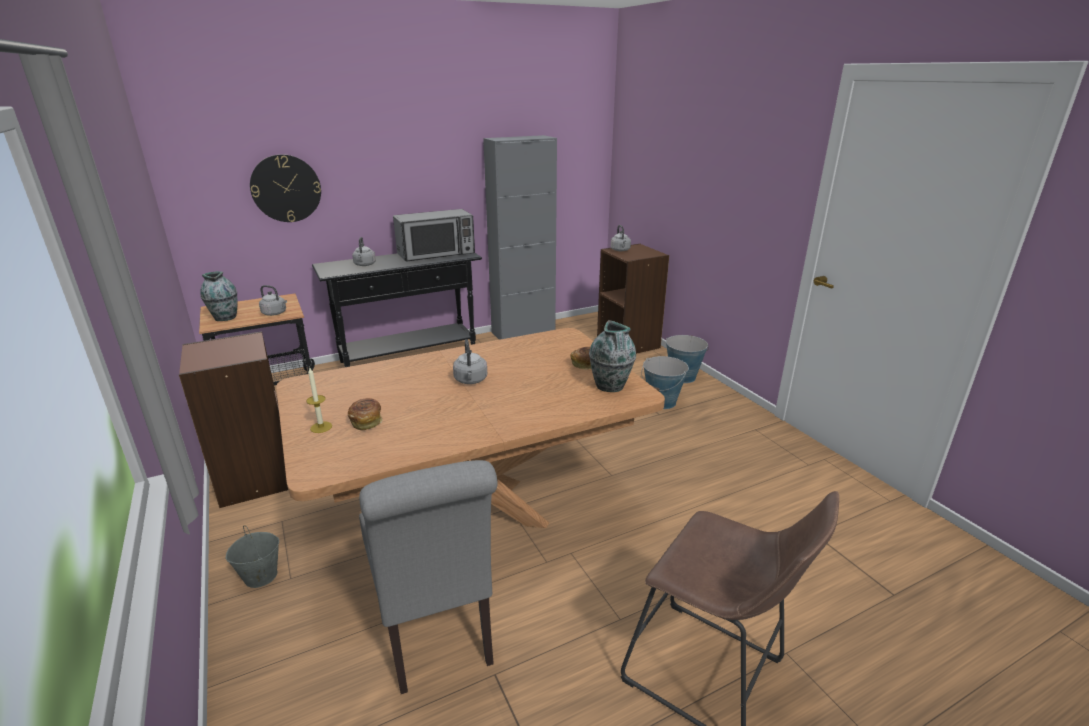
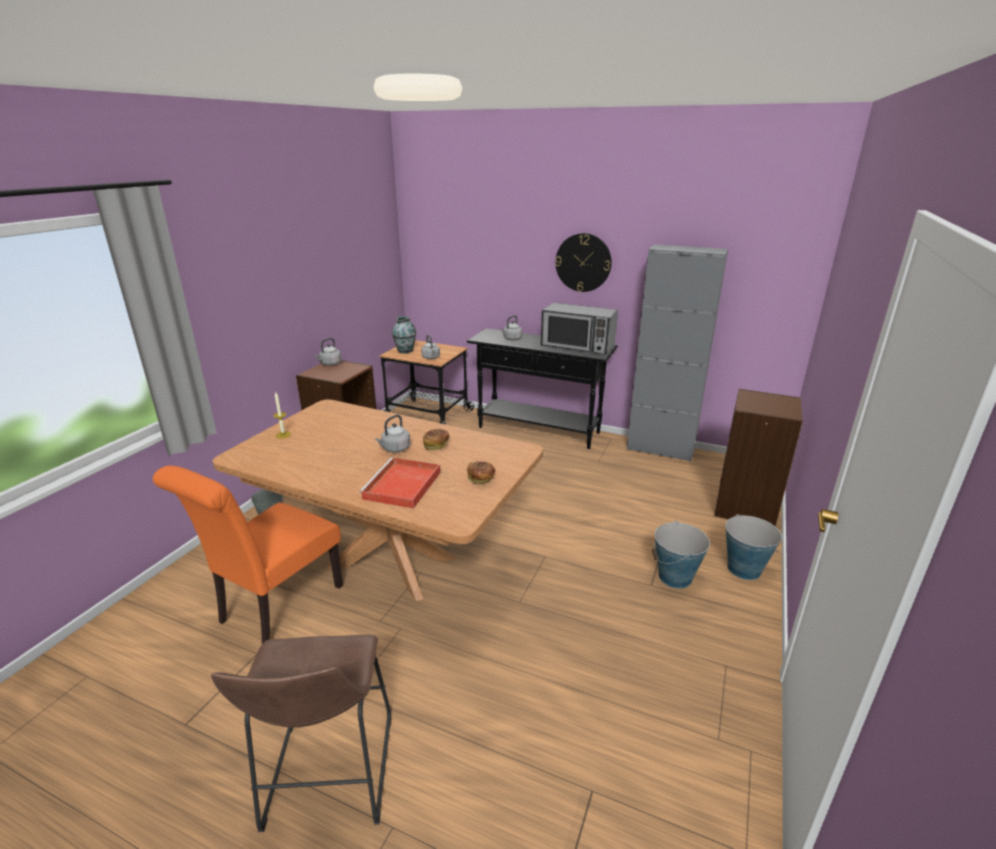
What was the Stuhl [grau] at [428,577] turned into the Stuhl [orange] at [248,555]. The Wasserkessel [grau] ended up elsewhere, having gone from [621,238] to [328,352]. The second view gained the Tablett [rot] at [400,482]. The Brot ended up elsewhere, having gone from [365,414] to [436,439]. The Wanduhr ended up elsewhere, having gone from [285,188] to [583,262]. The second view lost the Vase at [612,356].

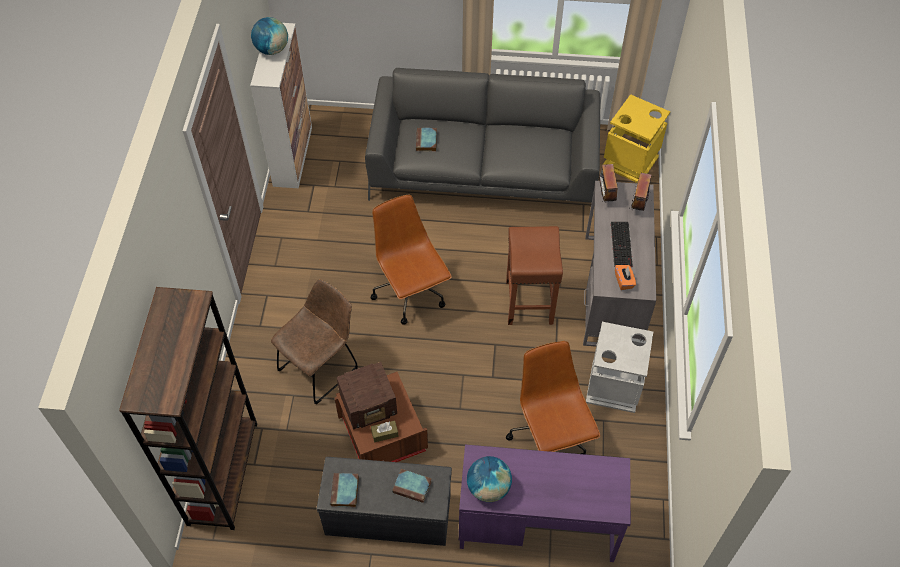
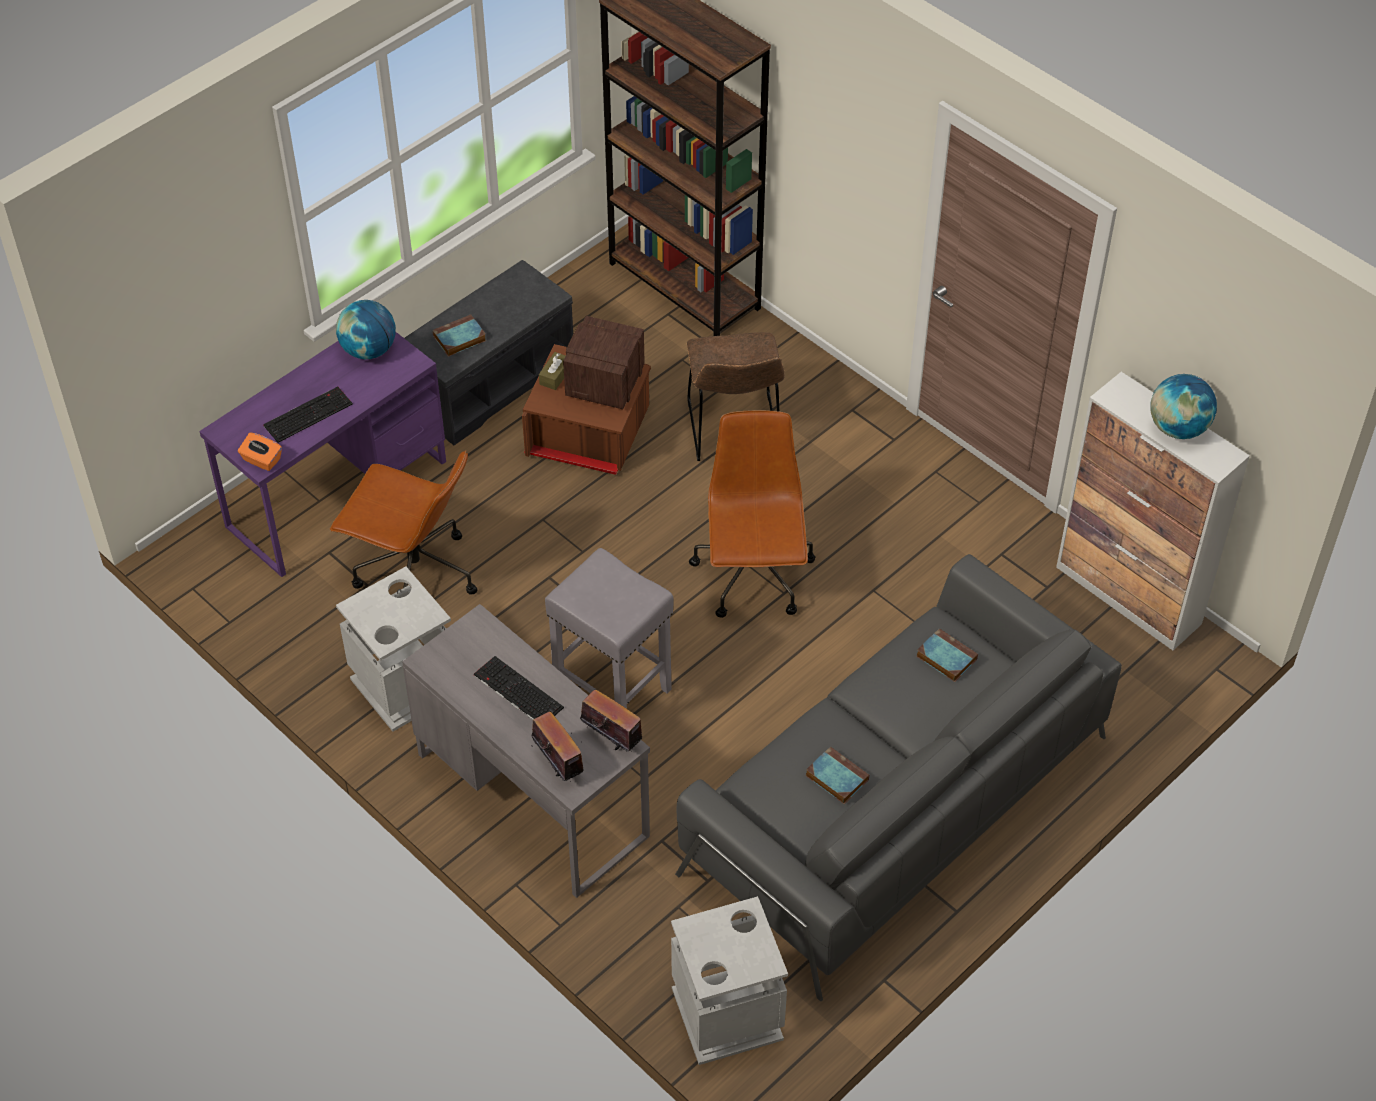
The Taschentuchbox [orange] ended up elsewhere, having gone from [625,277] to [260,451]. The second view gained the Tastatur at [308,415]. What was the Hocker [braun] at [534,275] turned into the Hocker [grau] at [609,628]. What was the Mülleimer [gelb] at [636,138] turned into the Mülleimer [grau] at [729,980]. The Bürostuhl [braun] at [411,260] ended up facing another way, 105 degrees counterclockwise from before. The Buch ended up elsewhere, having gone from [344,490] to [837,775].

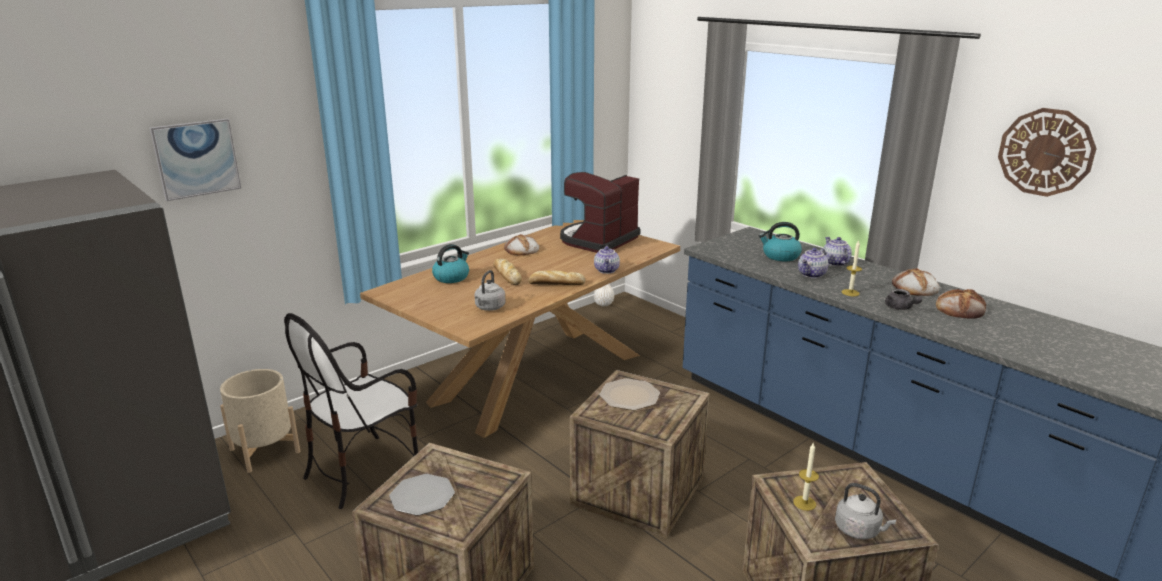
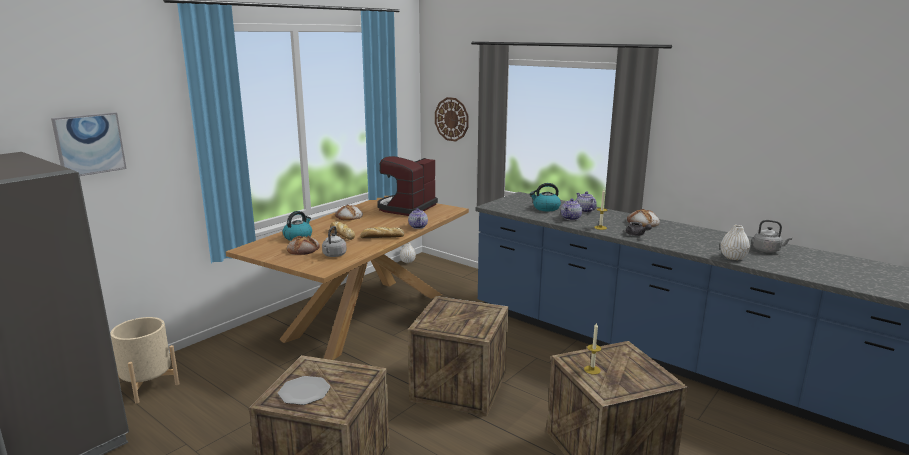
The Brot ended up elsewhere, having gone from [961,304] to [303,245]. The Wanduhr ended up elsewhere, having gone from [1047,152] to [452,119]. The second view gained the Vase [weiß] at [735,242]. The Wasserkessel [grau] ended up elsewhere, having gone from [865,511] to [772,236]. The second view lost the Stuhl at [351,411]. The second view lost the Teller at [629,394].

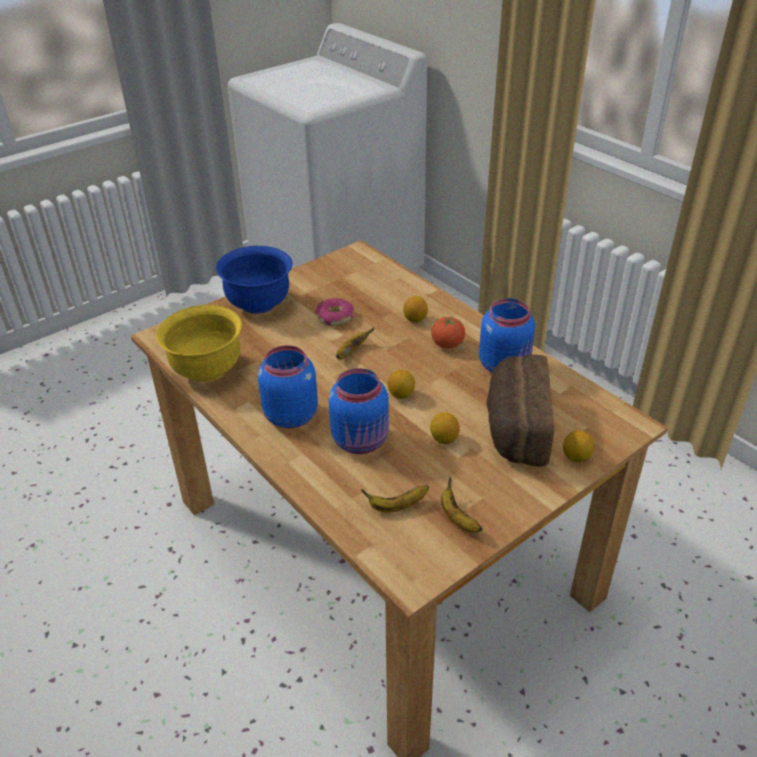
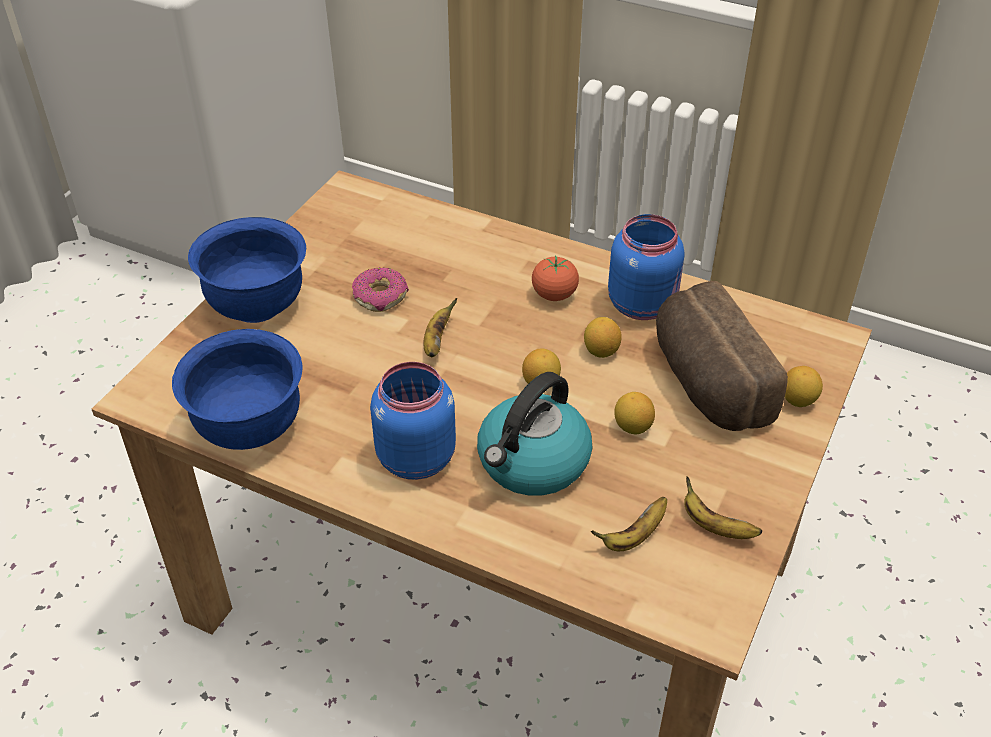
What was the Schüssel [gelb] at [199,343] turned into the Schüssel [blau] at [237,389]. Where the Vorratsglas [blau] stood at [359,411], the Wasserkessel came to stand at [534,434]. The Zitrone ended up elsewhere, having gone from [415,309] to [603,337].

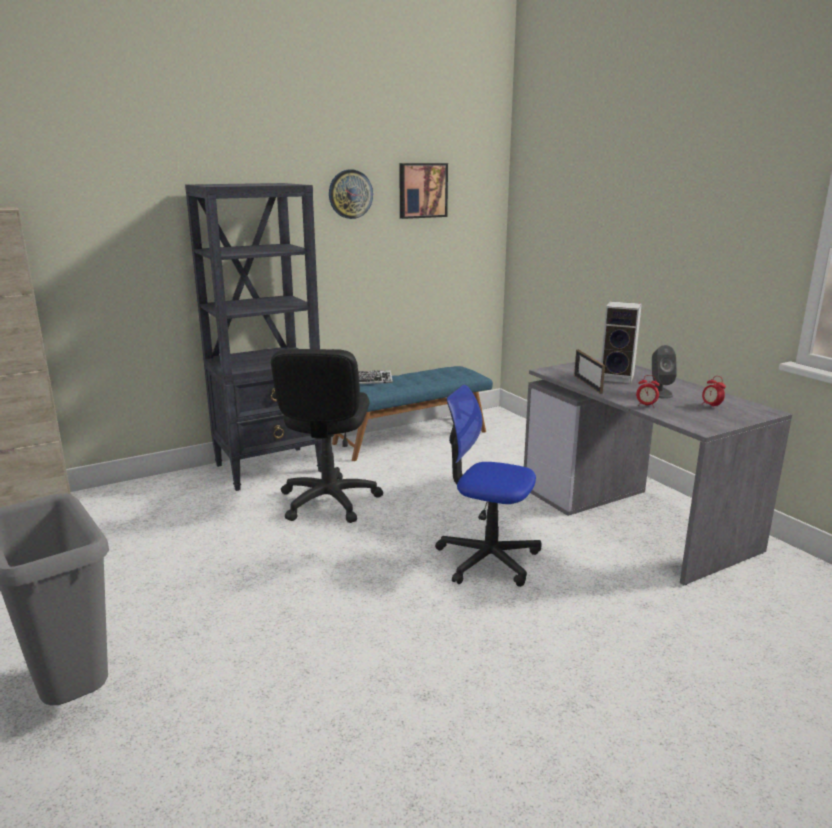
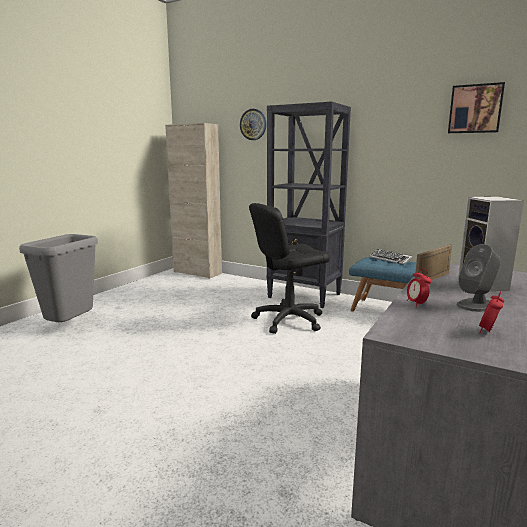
The Wanduhr ended up elsewhere, having gone from [351,194] to [253,124]. The second view lost the Bürostuhl at [488,486].

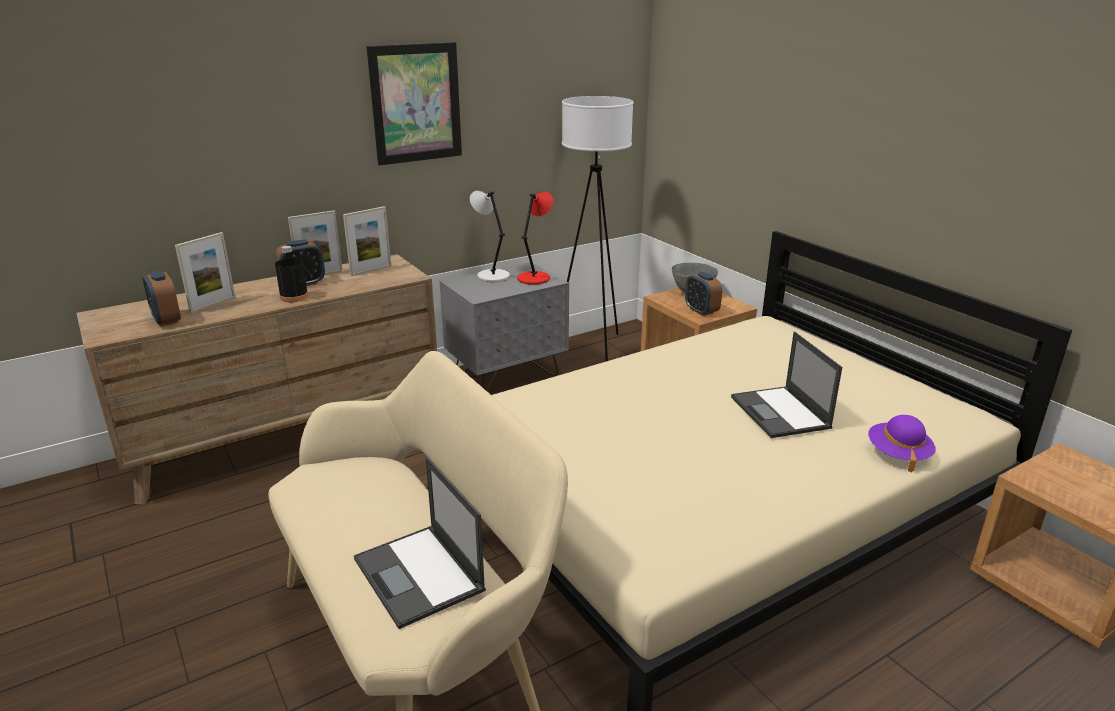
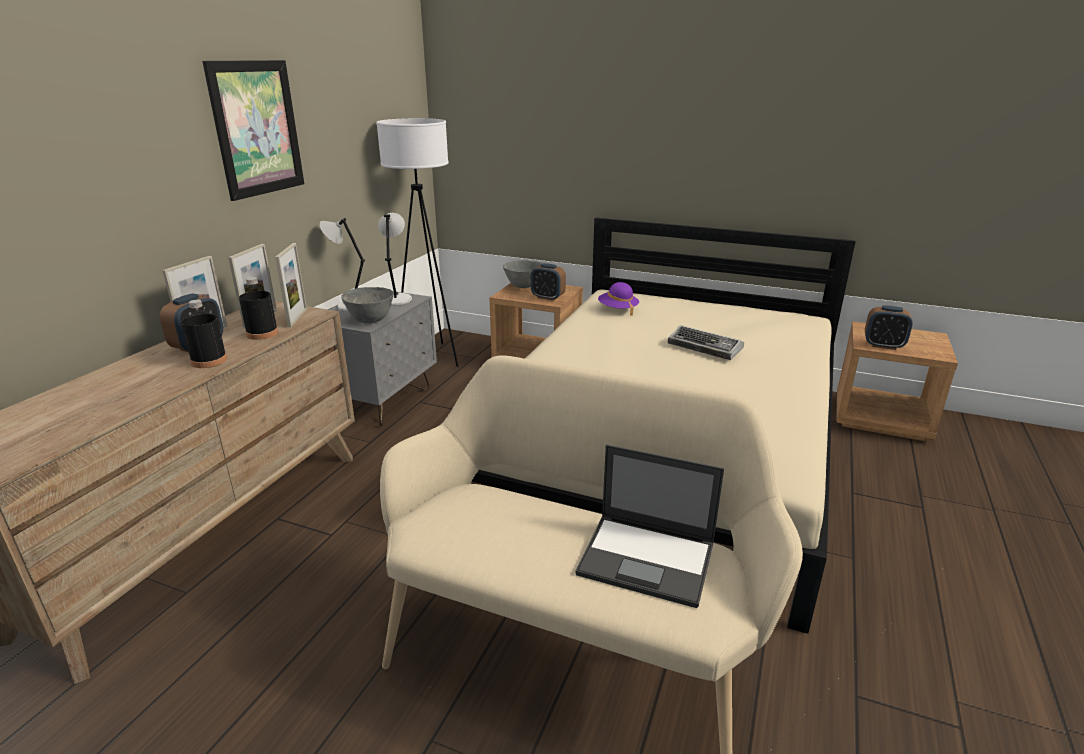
The second view gained the Flasche [schwarz] at [258,308]. The Bilderrahmen ended up elsewhere, having gone from [205,272] to [291,285]. The second view gained the Schüssel [grau] at [367,305]. What was the Tischlampe [rot] at [535,238] turned into the Tischlampe [grau] at [395,259]. The Hut [lila] ended up elsewhere, having gone from [902,443] to [618,299]. Where the Laptop stood at [786,384], the Tastatur came to stand at [706,342]. The Wecker ended up elsewhere, having gone from [161,298] to [889,327].

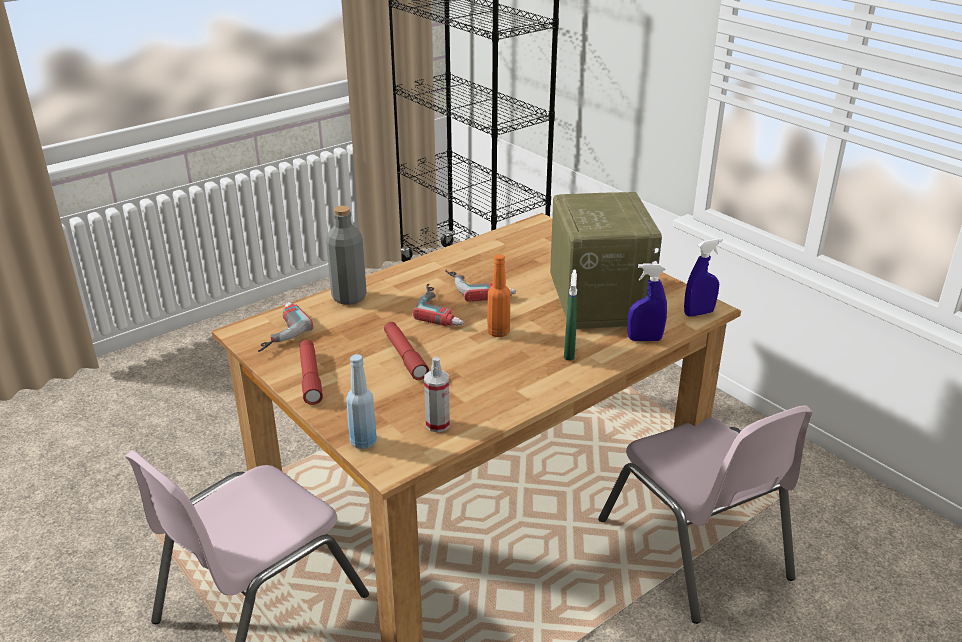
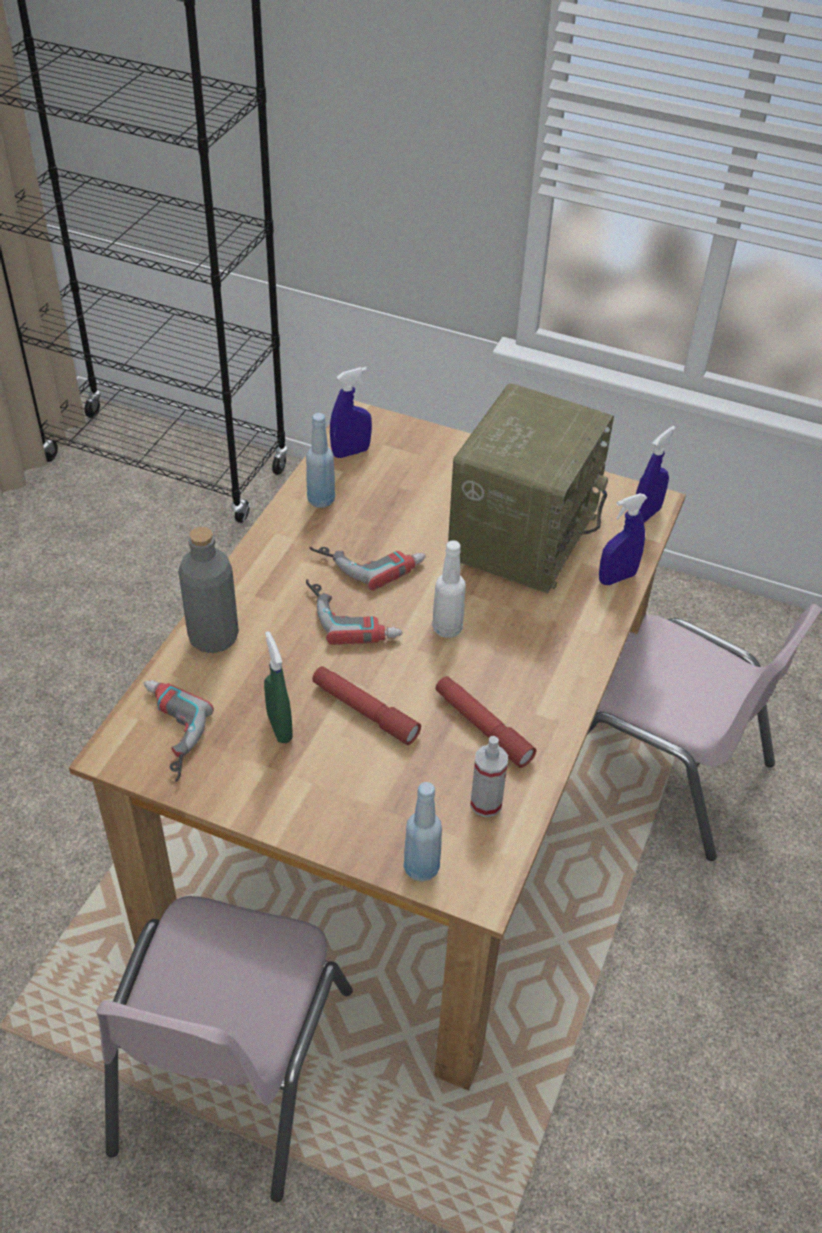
The Sprühflasche [grün] ended up elsewhere, having gone from [570,314] to [278,687]. The second view gained the Flasche [blau] at [320,460]. The second view gained the Sprühflasche [blau] at [351,412]. What was the Flasche [orange] at [498,295] turned into the Flasche [weiß] at [449,589]. The Taschenlampe [rot] ended up elsewhere, having gone from [311,372] to [486,722]. The Radio at [606,260] ended up facing another way, 60 degrees clockwise from before.

